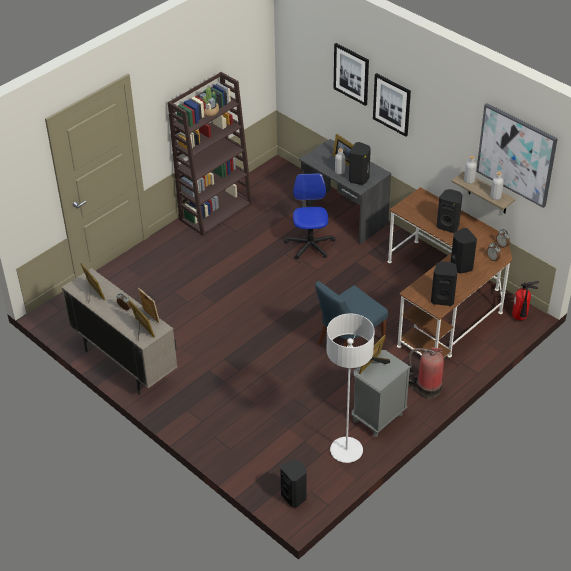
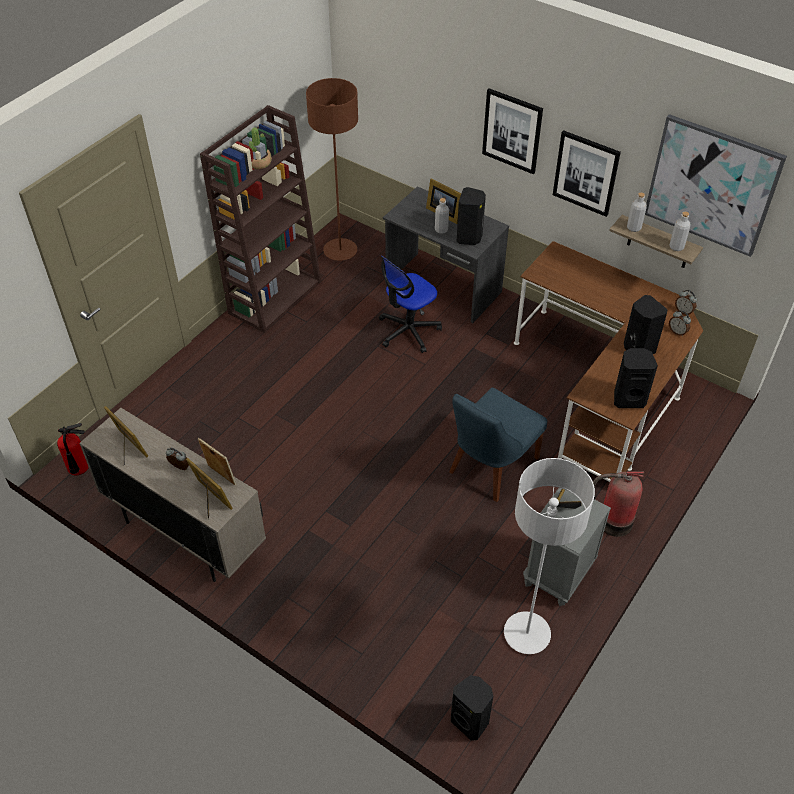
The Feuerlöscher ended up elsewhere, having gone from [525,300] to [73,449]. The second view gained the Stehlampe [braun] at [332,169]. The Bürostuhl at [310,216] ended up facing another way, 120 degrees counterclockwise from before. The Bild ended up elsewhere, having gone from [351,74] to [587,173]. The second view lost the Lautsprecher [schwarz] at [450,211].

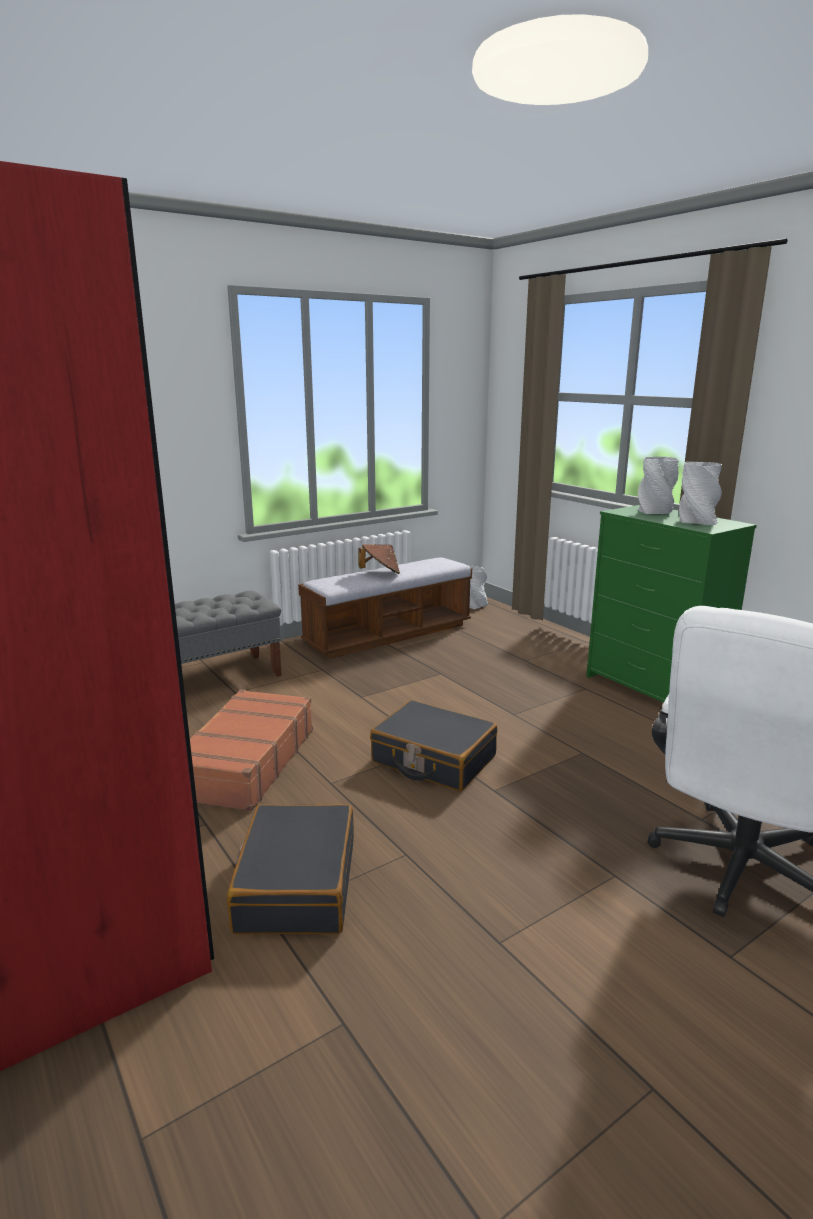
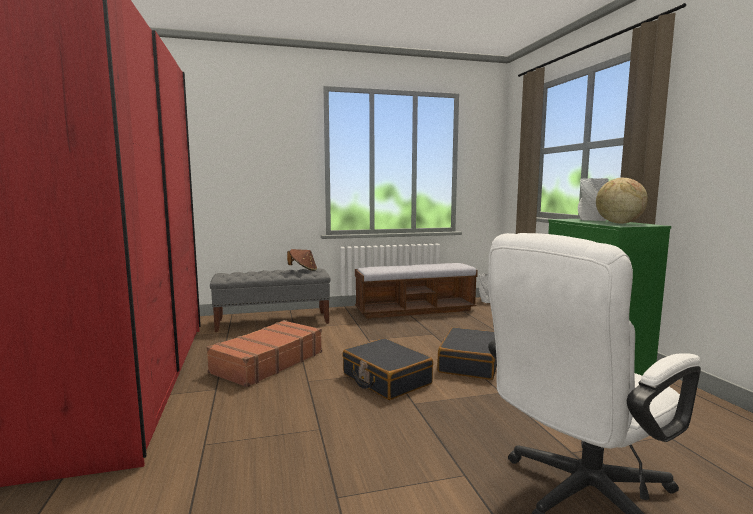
The Hut [braun] ended up elsewhere, having gone from [379,559] to [302,260]. The Koffer [schwarz] ended up elsewhere, having gone from [290,869] to [467,353]. Where the Vase [grau] stood at [700,493], the Globus came to stand at [622,201].

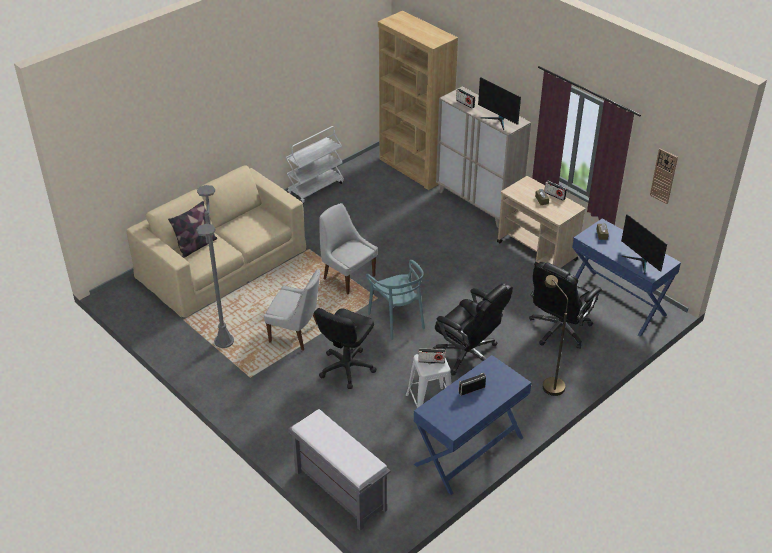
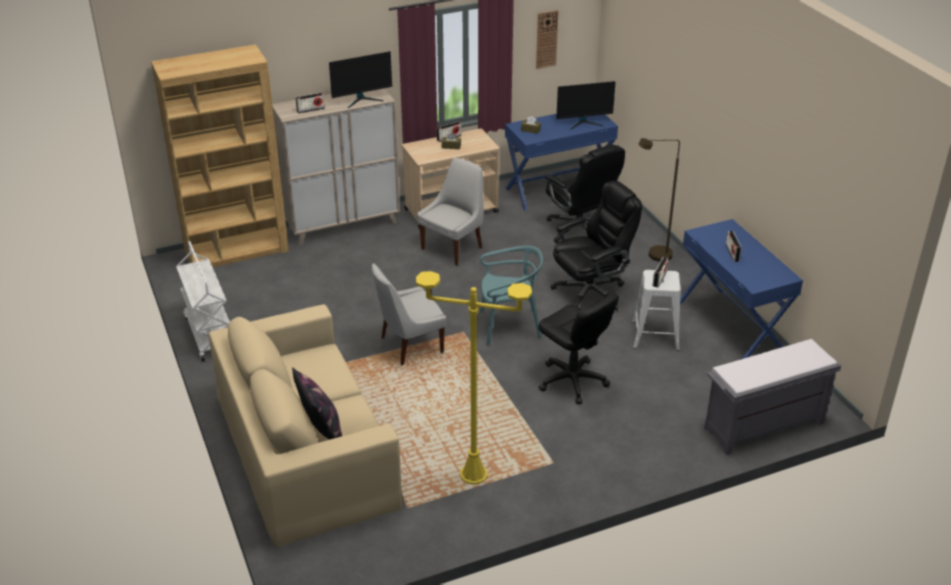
What was the Stehlampe [grau] at [215,266] turned into the Stehlampe [gelb] at [474,378]. The Stuhl [weiß] ended up elsewhere, having gone from [292,310] to [450,211].

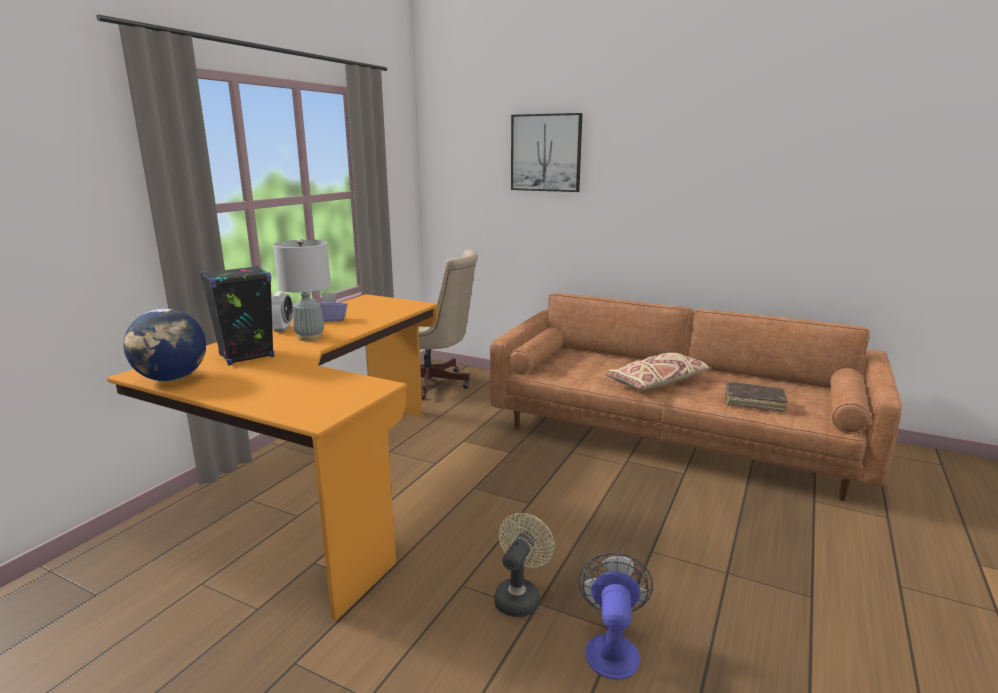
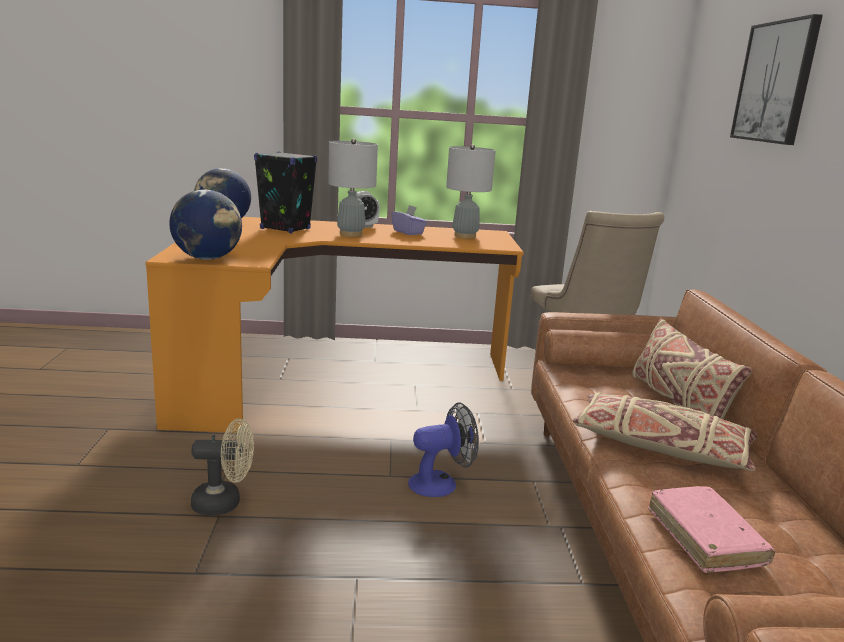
The second view gained the Globus at [205,225]. The Ventilator ended up elsewhere, having gone from [615,616] to [443,450]. The second view gained the Tischlampe [grau] at [471,191]. The second view gained the Kissen [beige] at [692,368]. What was the Buch [braun] at [756,397] turned into the Buch [rosa] at [711,529].

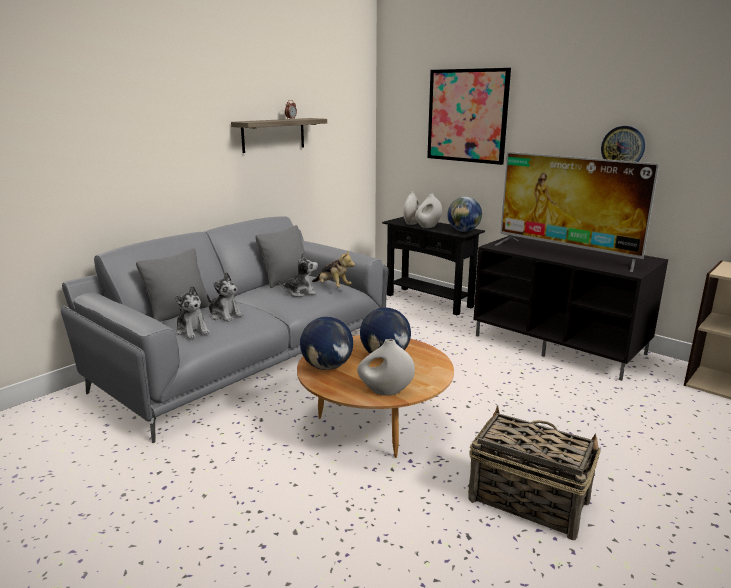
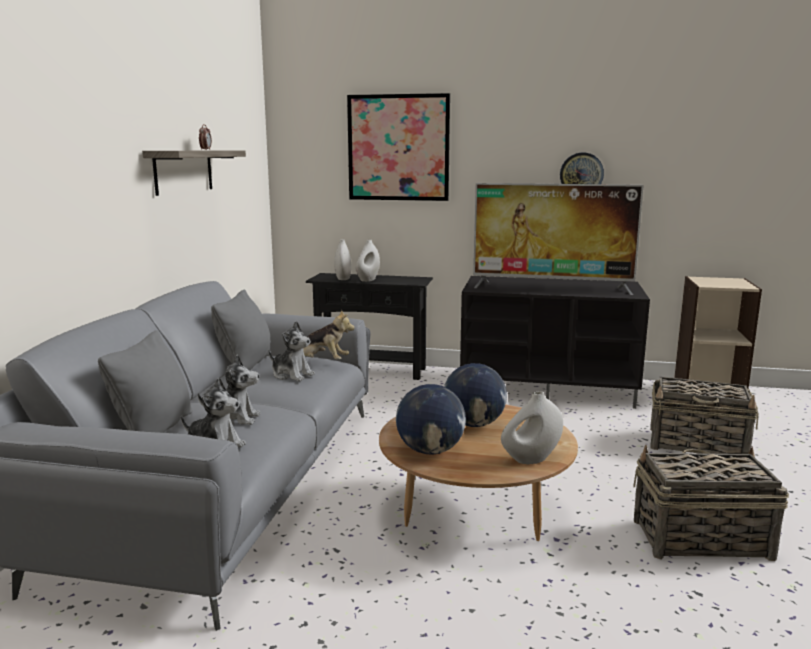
The Plüschtier at [298,275] ended up facing another way, 75 degrees clockwise from before. The second view gained the Korb at [704,415]. The second view lost the Globus at [464,214].

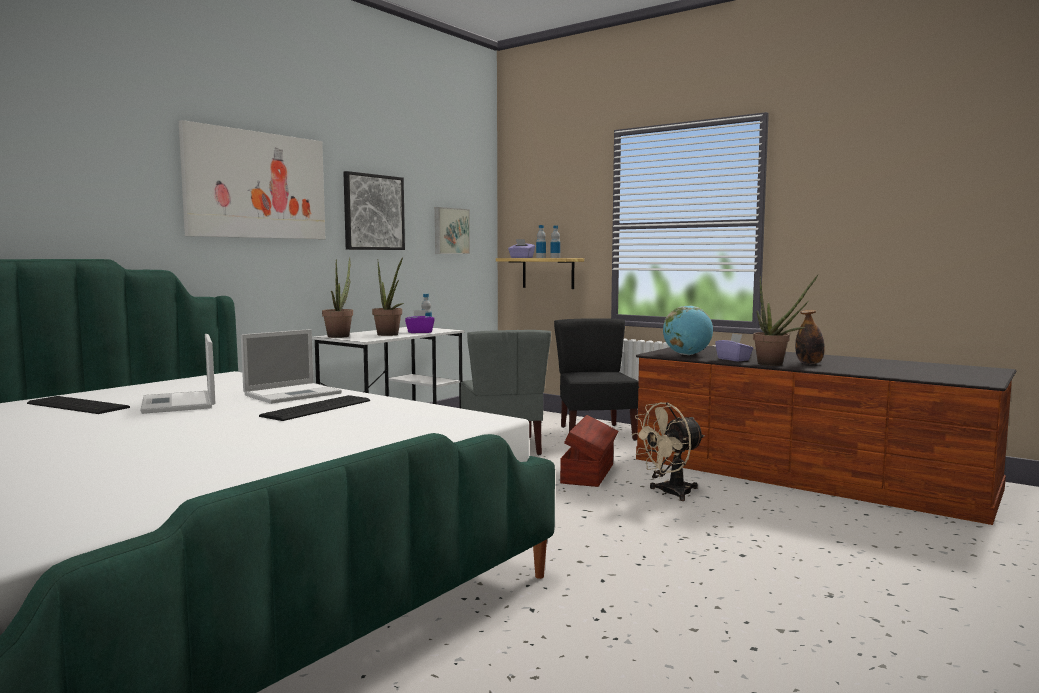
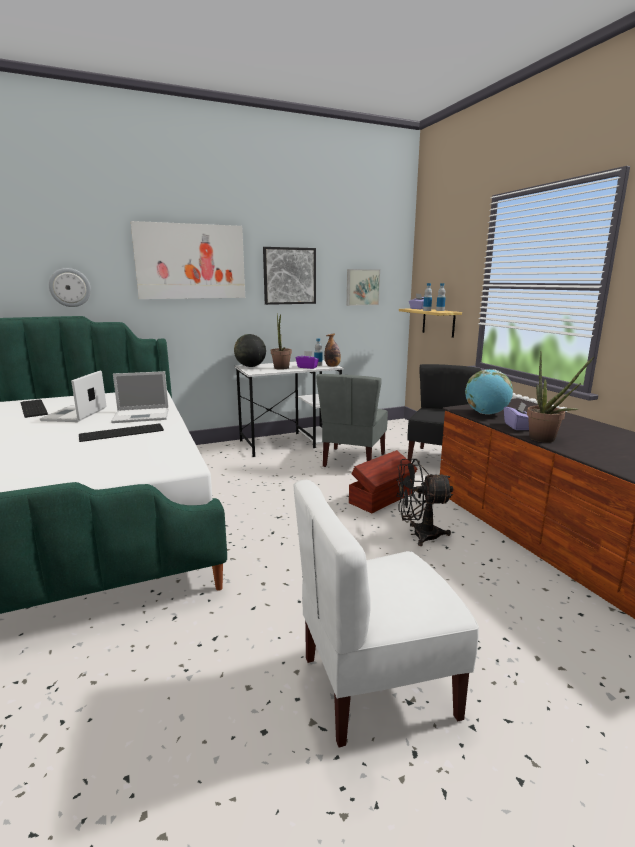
The second view gained the Wanduhr at [70,287]. Where the Topfpflanze stood at [337,297], the Globus came to stand at [250,350]. The second view gained the Stuhl [weiß] at [386,614]. The Flasche ended up elsewhere, having gone from [810,337] to [332,350]. What was the Ventilator [beige] at [668,451] turned into the Ventilator [schwarz] at [424,502].

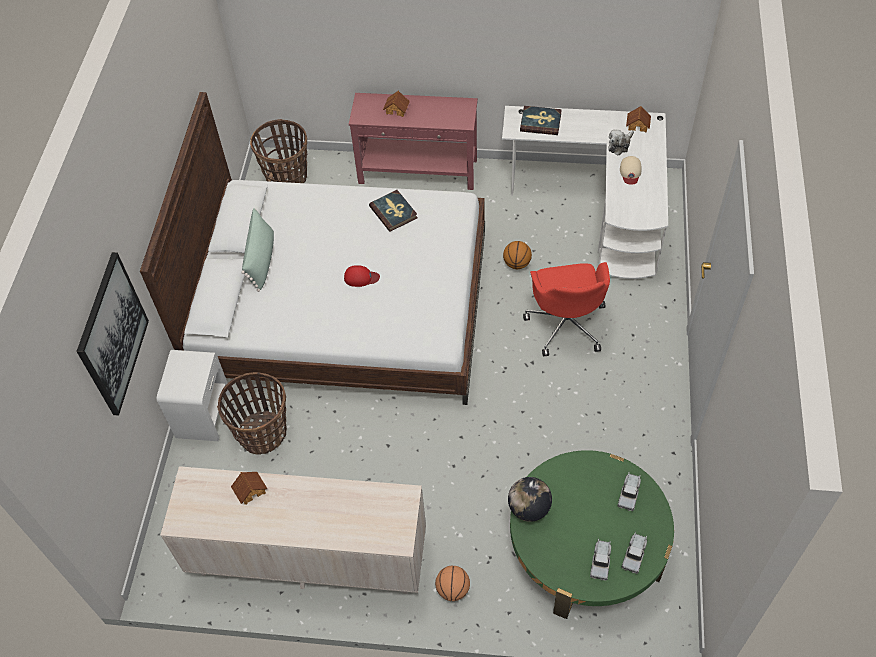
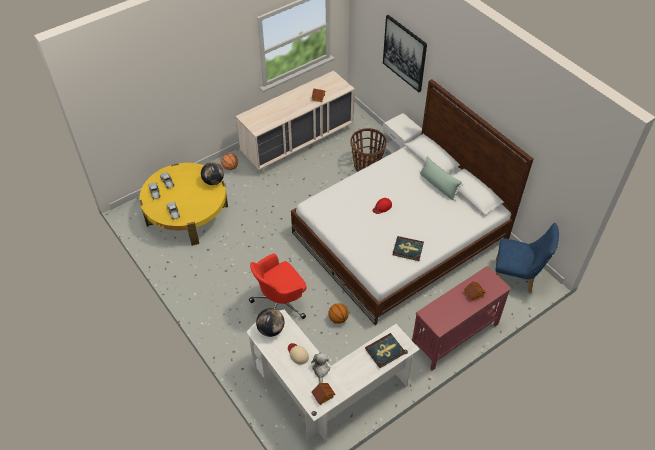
What was the Couchtisch [grün] at [592,534] turned into the Couchtisch [gelb] at [183,204]. The Bürostuhl [rot] at [566,309] ended up facing another way, 75 degrees counterclockwise from before. The second view gained the Globus at [270,322]. Where the Korb stood at [278,151], the Stuhl [blau] came to stand at [527,258].

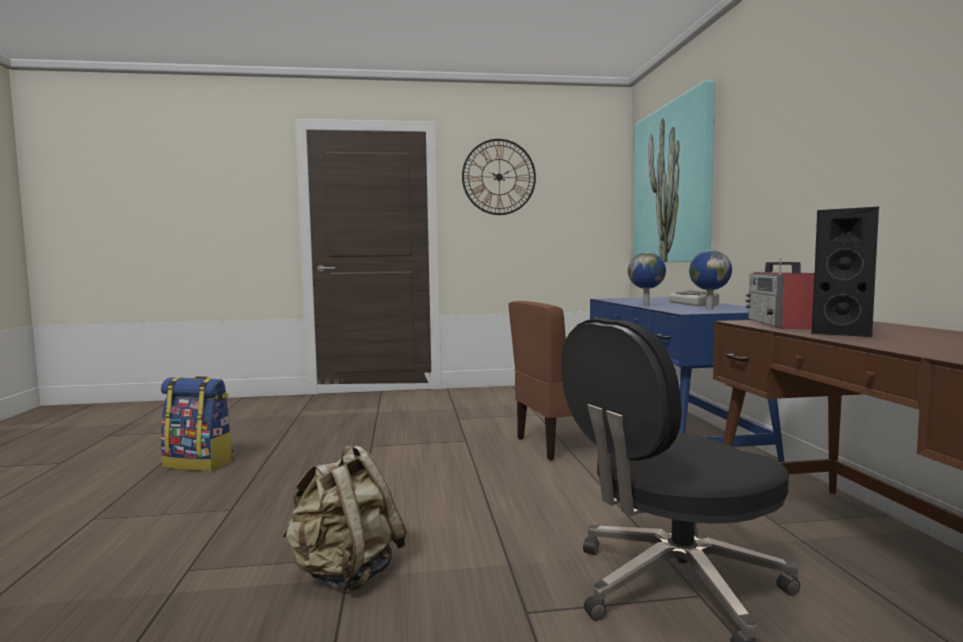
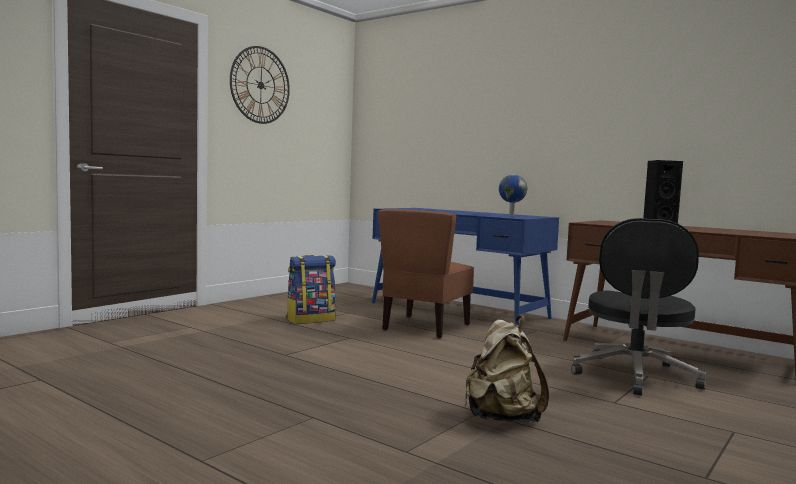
The Rucksack ended up elsewhere, having gone from [197,423] to [311,289]. The second view lost the Globus at [647,279]. The second view lost the Bild at [674,171]. The second view lost the Tastatur at [694,298]. The second view lost the Radio at [780,293].

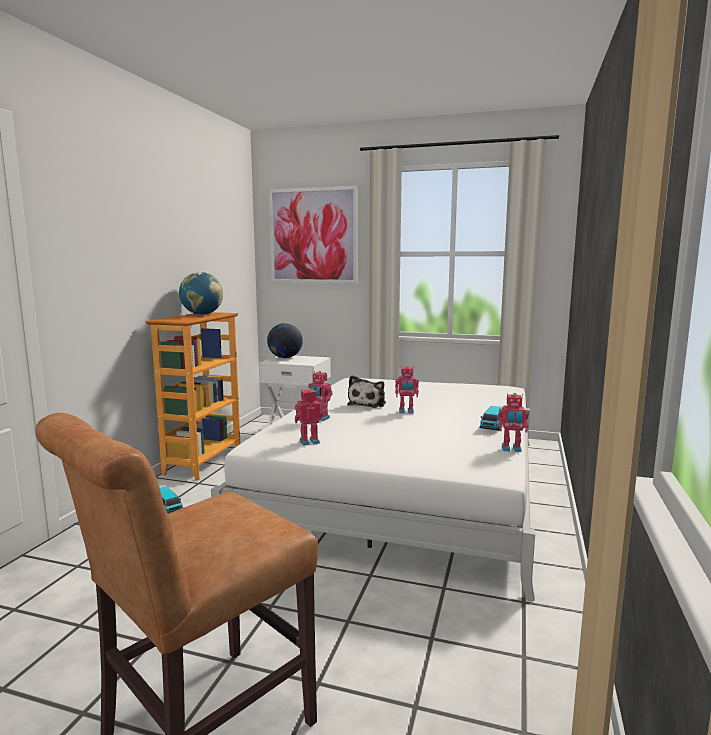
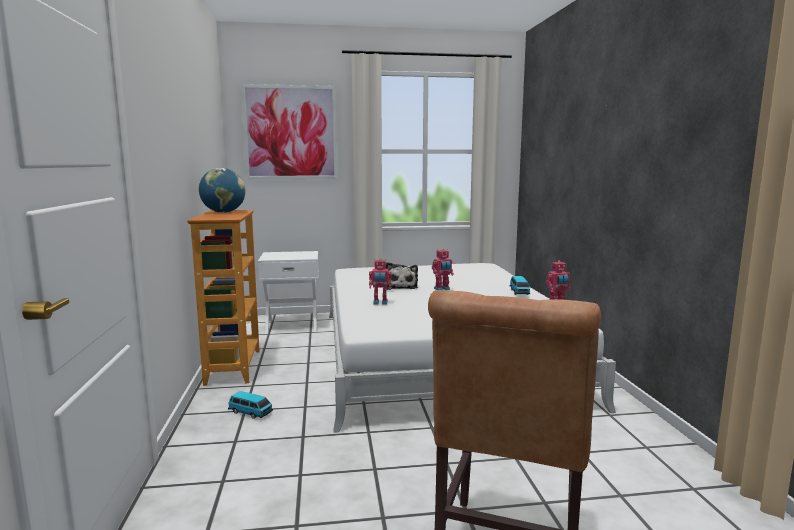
The second view lost the Globus at [285,340]. The second view lost the Spielzeugroboter at [309,417].

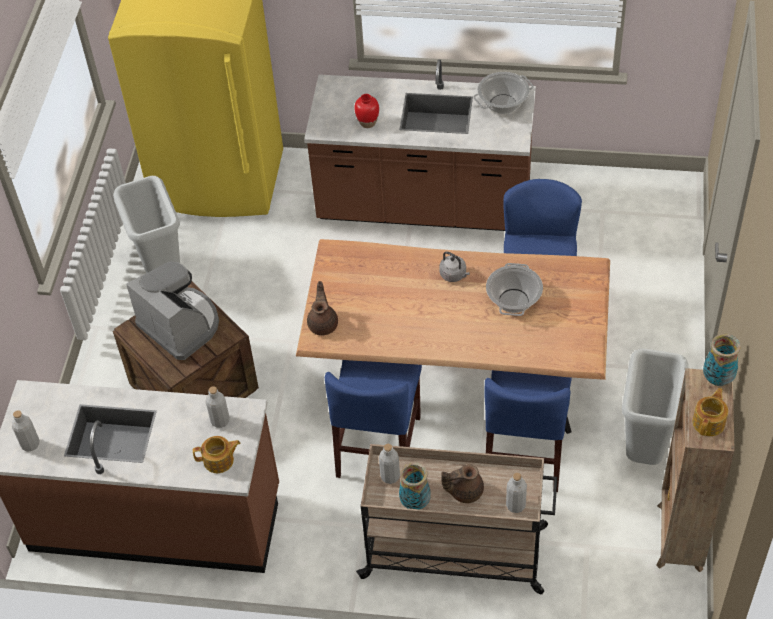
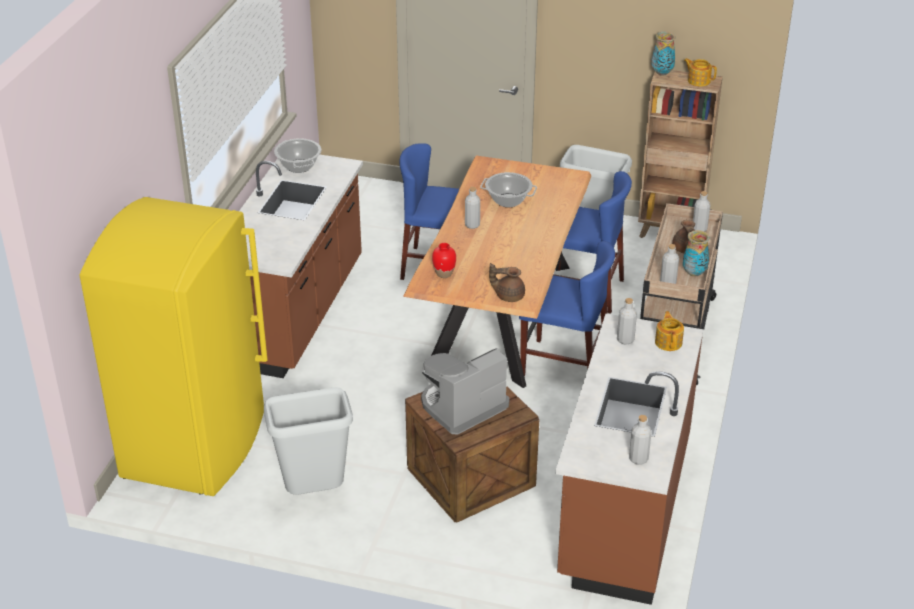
The Vase [rot] ended up elsewhere, having gone from [366,111] to [444,260]. Where the Wasserkessel [grau] stood at [454,266], the Flasche [grau] came to stand at [472,208].

